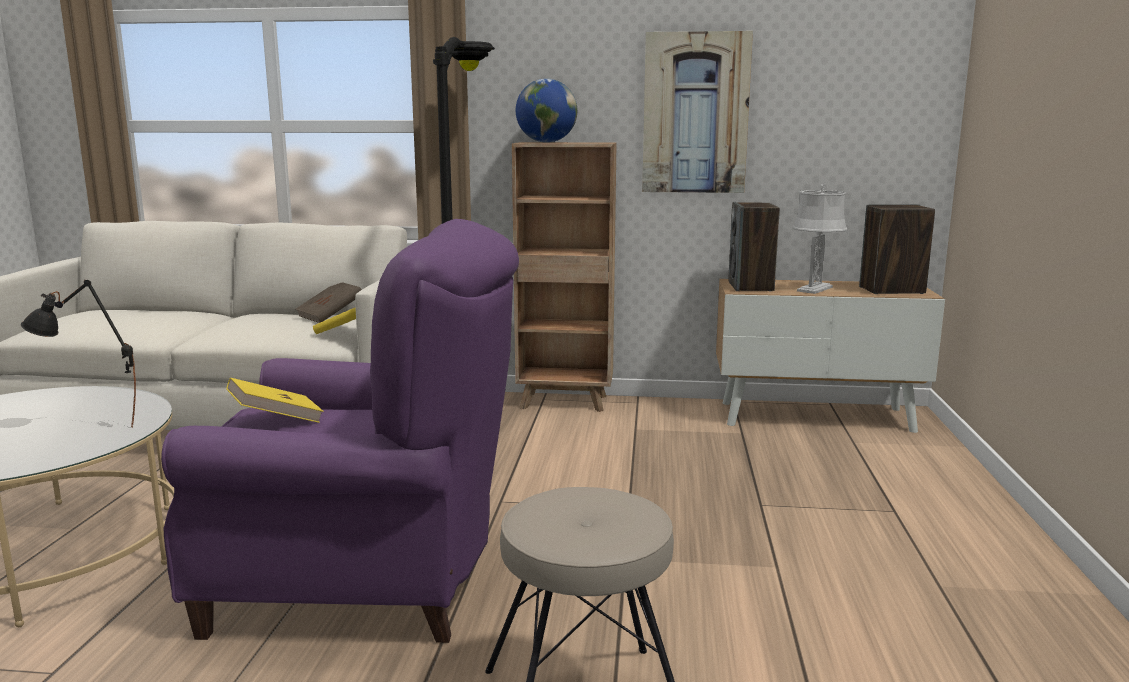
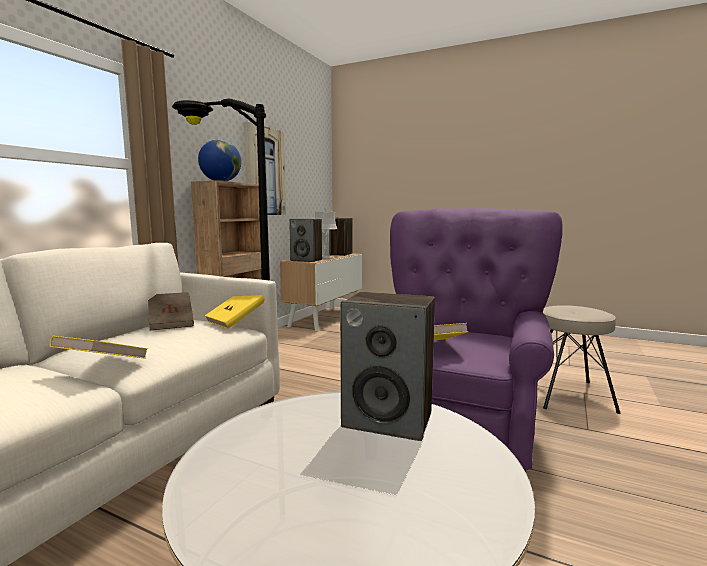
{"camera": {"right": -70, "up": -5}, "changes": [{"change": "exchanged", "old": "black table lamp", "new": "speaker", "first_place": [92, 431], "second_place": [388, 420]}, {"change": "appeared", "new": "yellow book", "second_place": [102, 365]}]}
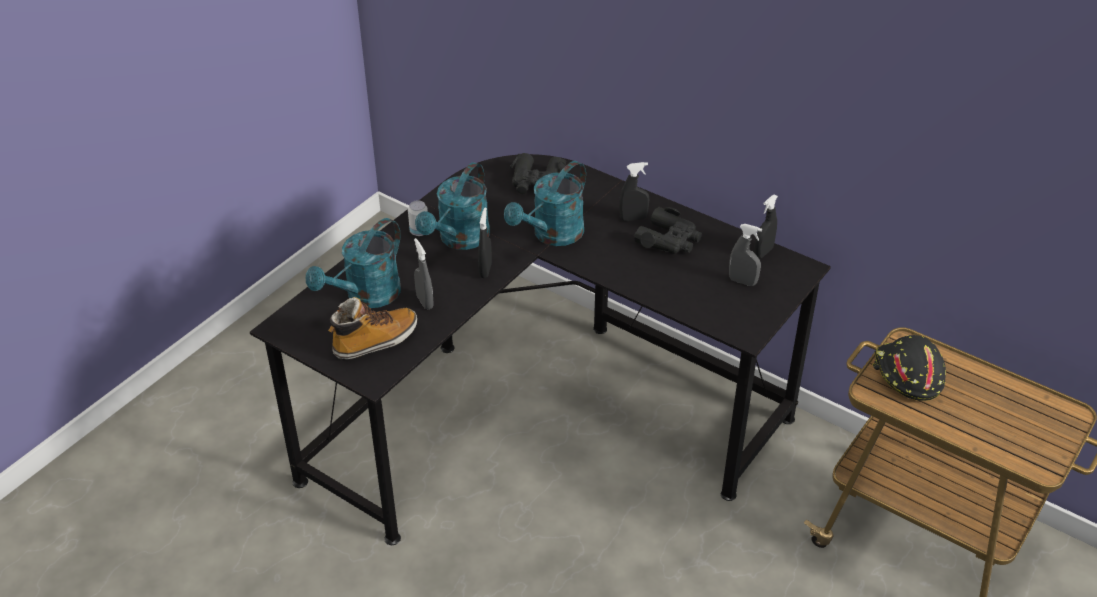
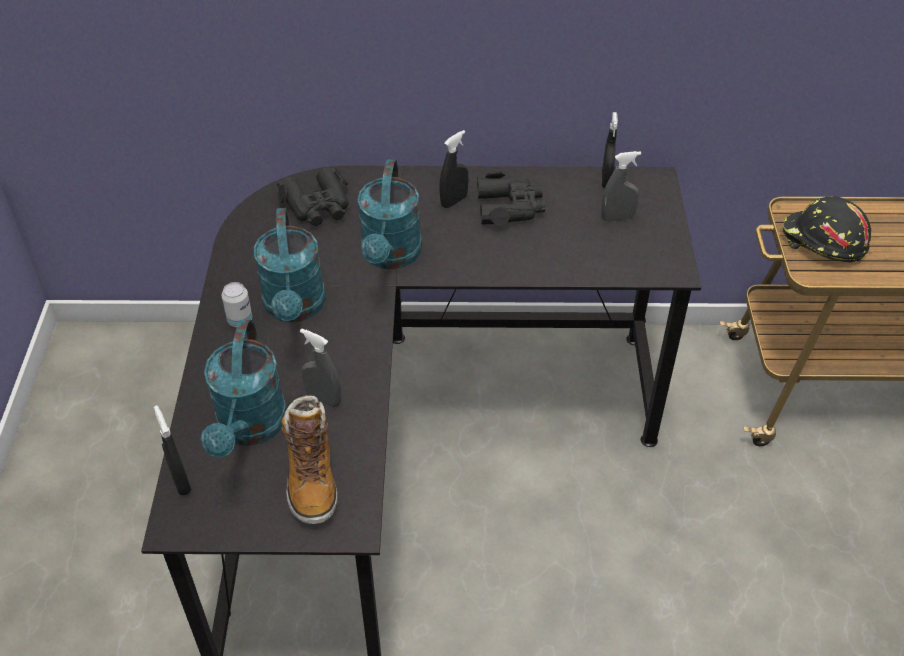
{"camera": {"right": -35, "up": 5}, "changes": [{"change": "relocated", "old": "black spray bottle", "first_place": [485, 270], "second_place": [180, 481]}, {"change": "spun", "old": "boot", "first_place": [375, 341], "second_place": [311, 477], "degrees": 150}]}
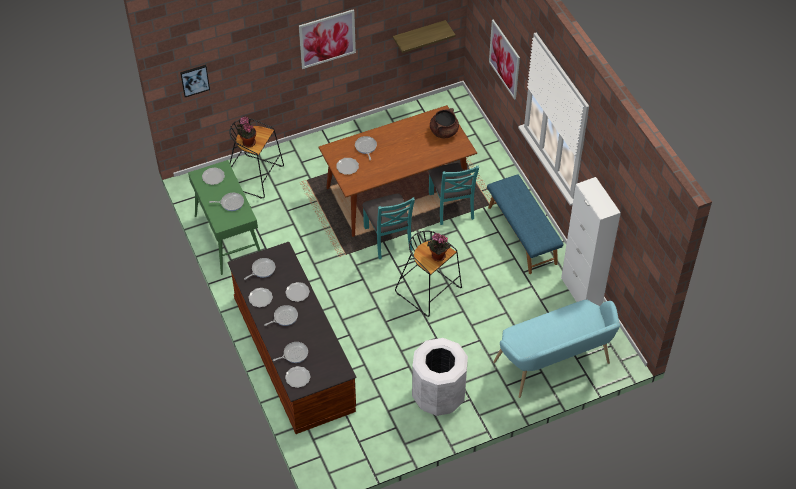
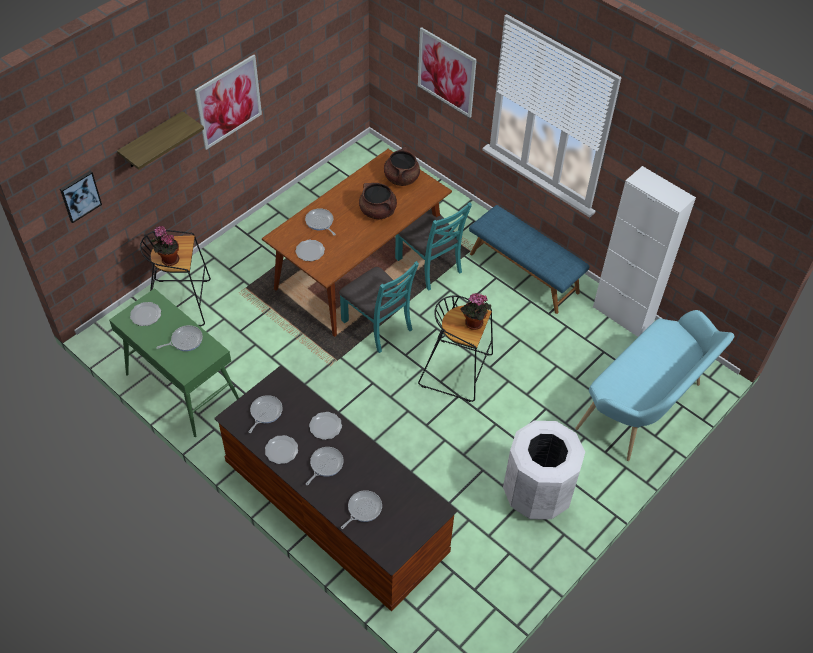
{"camera": {"right": -25, "up": 0}, "changes": [{"change": "relocated", "old": "shelf", "first_place": [419, 35], "second_place": [152, 141]}, {"change": "missing", "old": "plate", "first_place": [298, 378]}, {"change": "appeared", "new": "brown cooking pot", "second_place": [378, 211]}]}
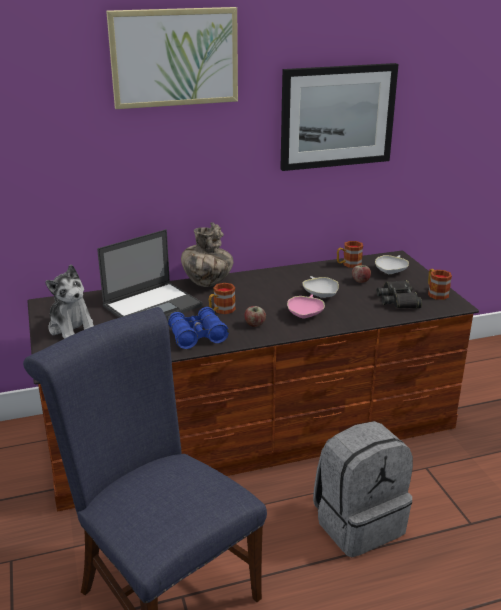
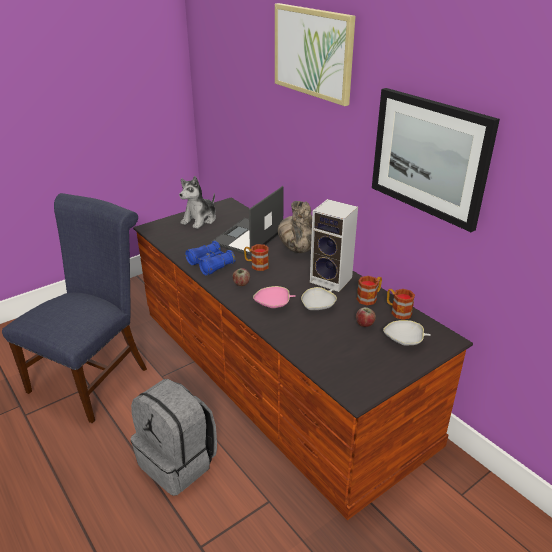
{"camera": {"right": 70, "up": 5}, "changes": [{"change": "spun", "old": "laptop", "first_place": [153, 305], "second_place": [247, 238], "degrees": 90}, {"change": "relocated", "old": "mug", "first_place": [435, 293], "second_place": [369, 298]}, {"change": "missing", "old": "black binoculars", "first_place": [398, 299]}, {"change": "appeared", "new": "speaker", "second_place": [332, 280]}]}
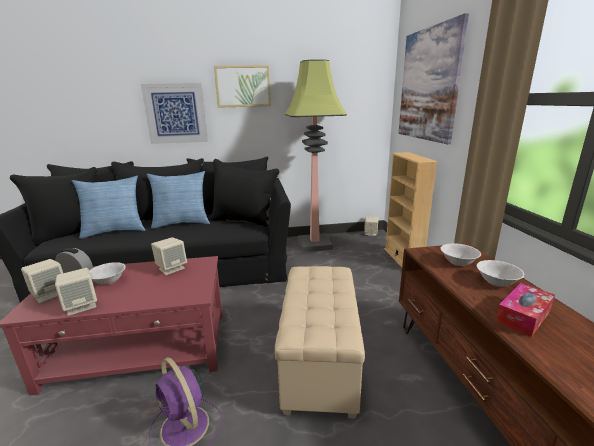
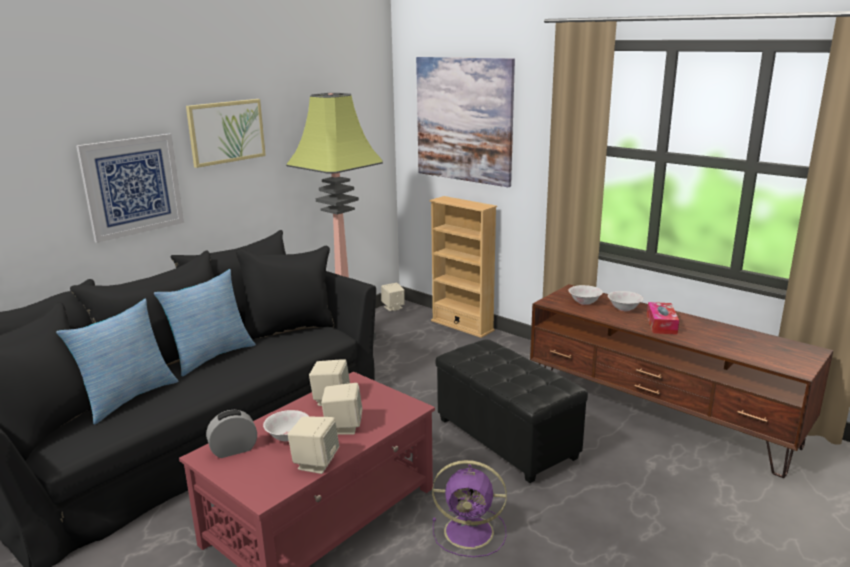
{"camera": {"right": -40, "up": 0}, "changes": [{"change": "relocated", "old": "beige speaker", "first_place": [50, 294], "second_place": [343, 426]}, {"change": "colour", "old": "beige ottoman", "new": "black ottoman", "first_place": [318, 361], "second_place": [505, 439]}]}
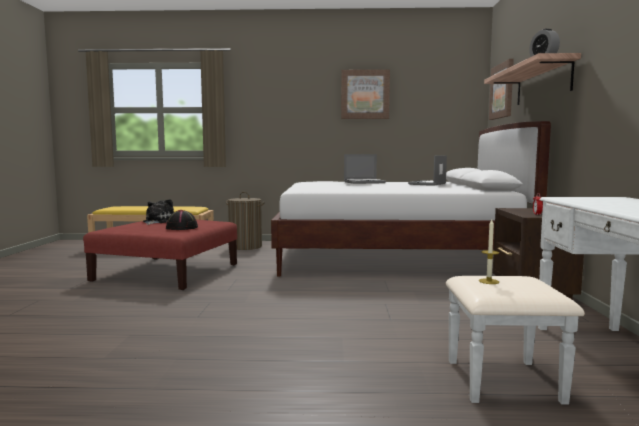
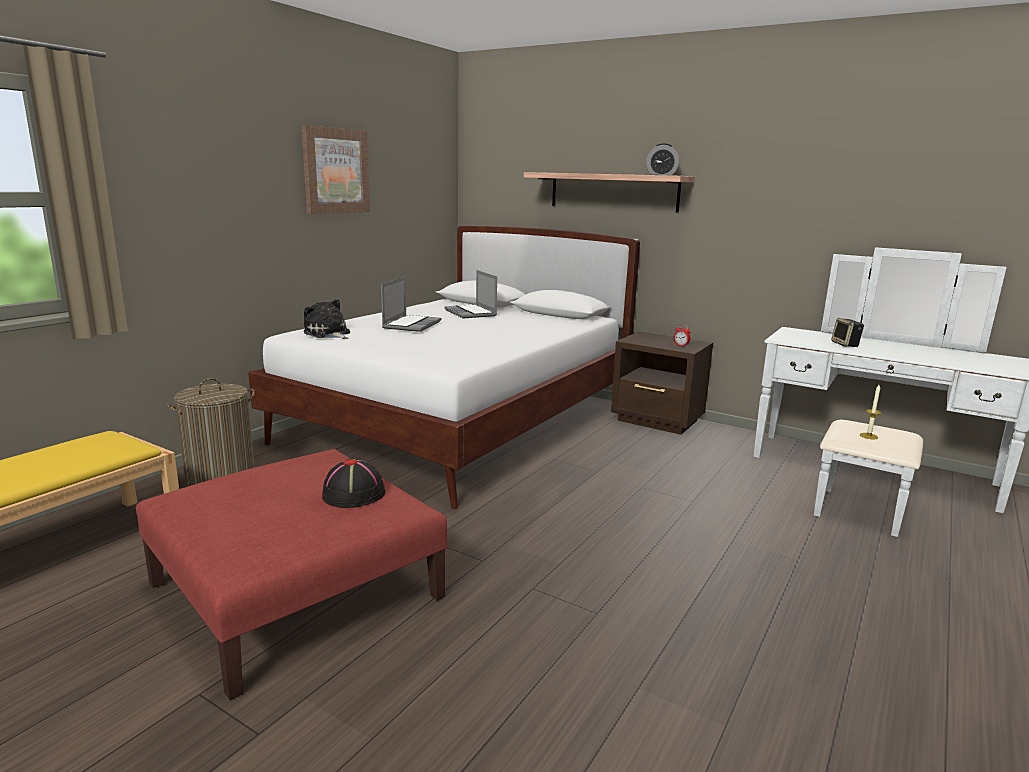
{"camera": {"right": -60, "up": 10}, "changes": [{"change": "missing", "old": "picture", "first_place": [502, 91]}, {"change": "relocated", "old": "plush toy", "first_place": [157, 221], "second_place": [328, 334]}, {"change": "appeared", "new": "speaker", "second_place": [845, 344]}]}
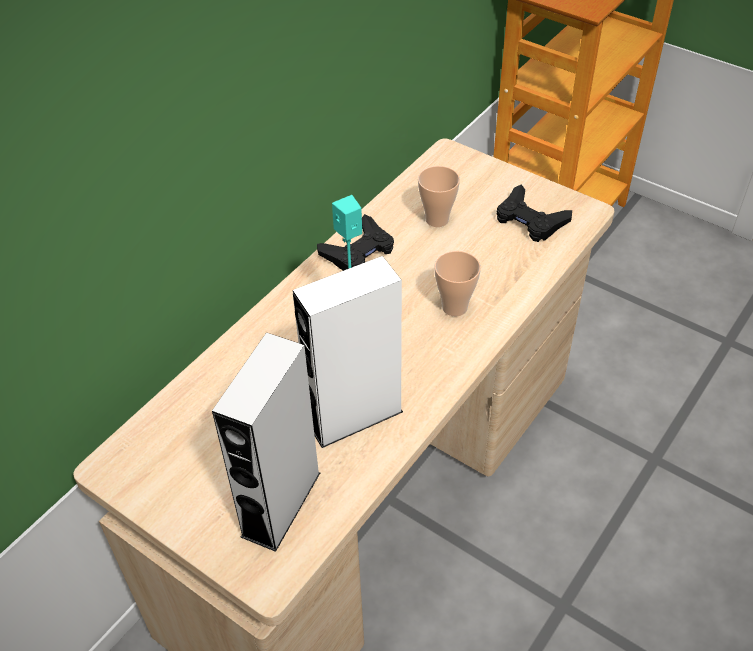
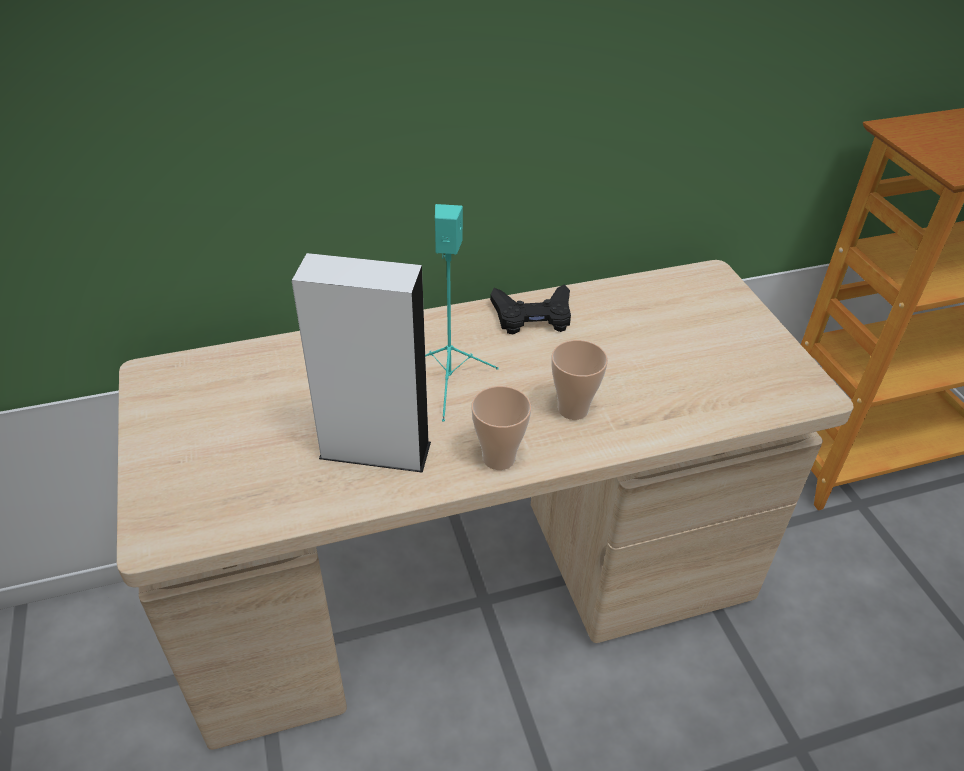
{"camera": {"right": 35, "up": -5}, "changes": [{"change": "relocated", "old": "cup", "first_place": [437, 219], "second_place": [499, 458]}, {"change": "missing", "old": "black game controller", "first_place": [530, 220]}, {"change": "missing", "old": "grey speaker", "first_place": [281, 504]}]}
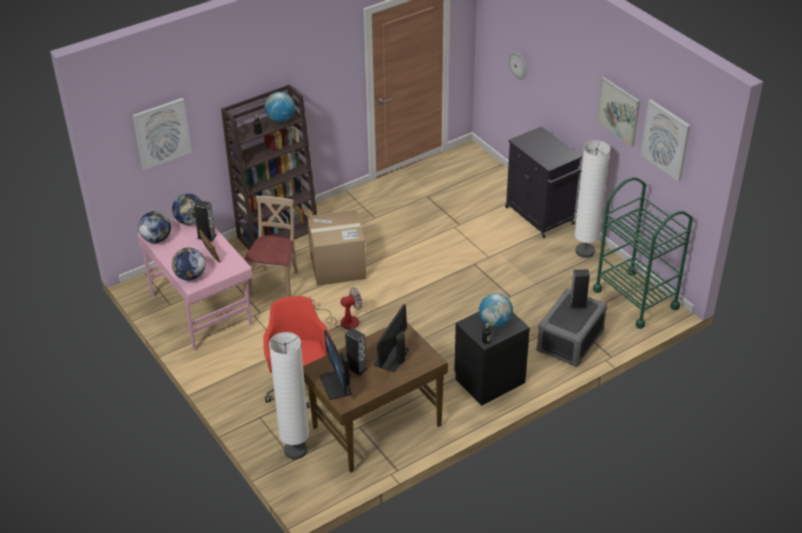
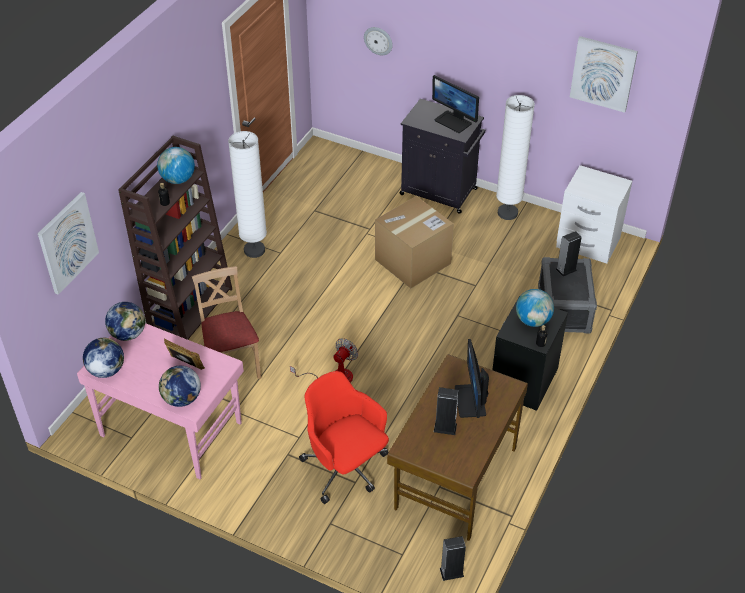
{"camera": {"right": -30, "up": 5}, "changes": [{"change": "missing", "old": "picture", "first_place": [618, 111]}, {"change": "exchanged", "old": "green cart", "new": "white nightstand", "first_place": [635, 299], "second_place": [587, 243]}, {"change": "relocated", "old": "speaker", "first_place": [206, 236], "second_place": [451, 572]}, {"change": "relocated", "old": "cardboard box", "first_place": [337, 266], "second_place": [412, 261]}, {"change": "relocated", "old": "monitor", "first_place": [336, 384], "second_place": [453, 121]}, {"change": "relocated", "old": "white floor lamp", "first_place": [295, 450], "second_place": [254, 250]}]}
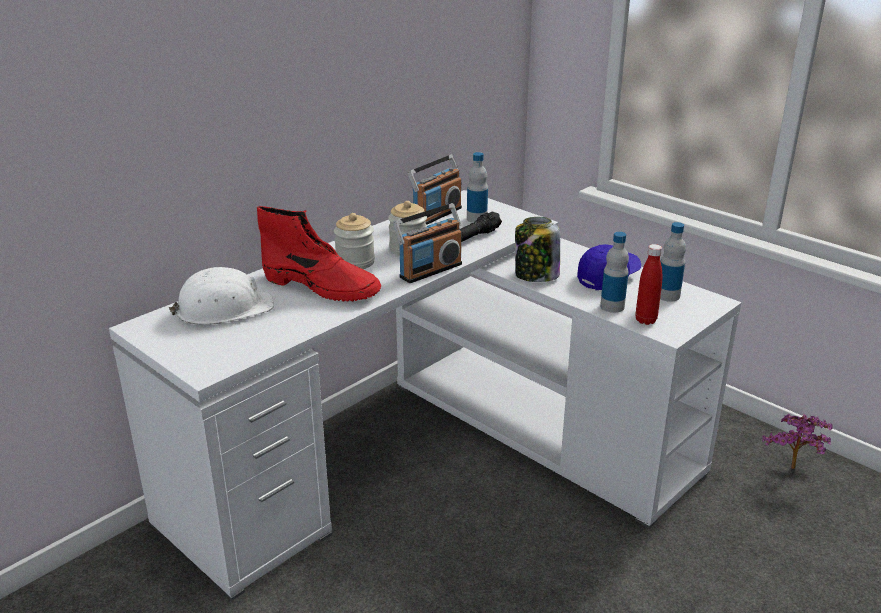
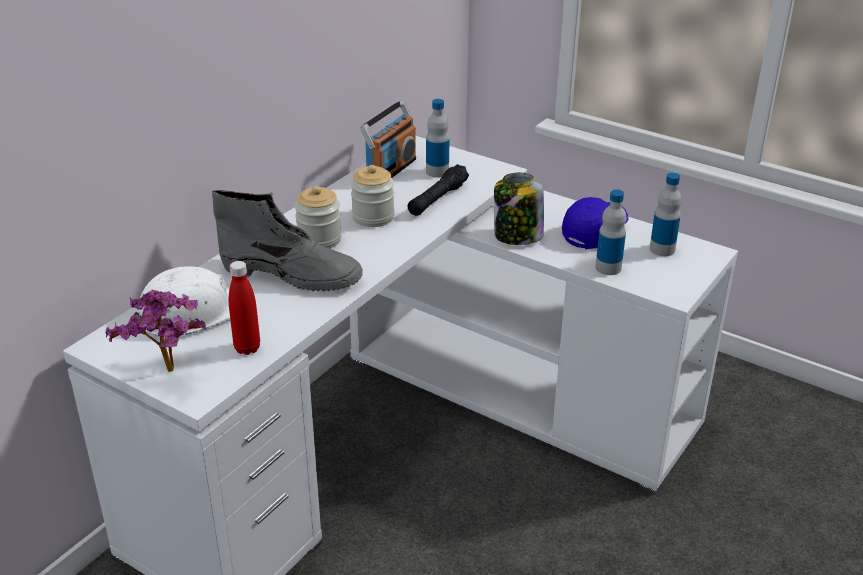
{"camera": {"right": -10, "up": 5}, "changes": [{"change": "missing", "old": "radio", "first_place": [430, 270]}, {"change": "colour", "old": "red boot", "new": "grey boot", "first_place": [322, 287], "second_place": [292, 274]}, {"change": "relocated", "old": "red bottle", "first_place": [645, 320], "second_place": [247, 348]}, {"change": "relocated", "old": "potted plant", "first_place": [793, 471], "second_place": [169, 374]}]}
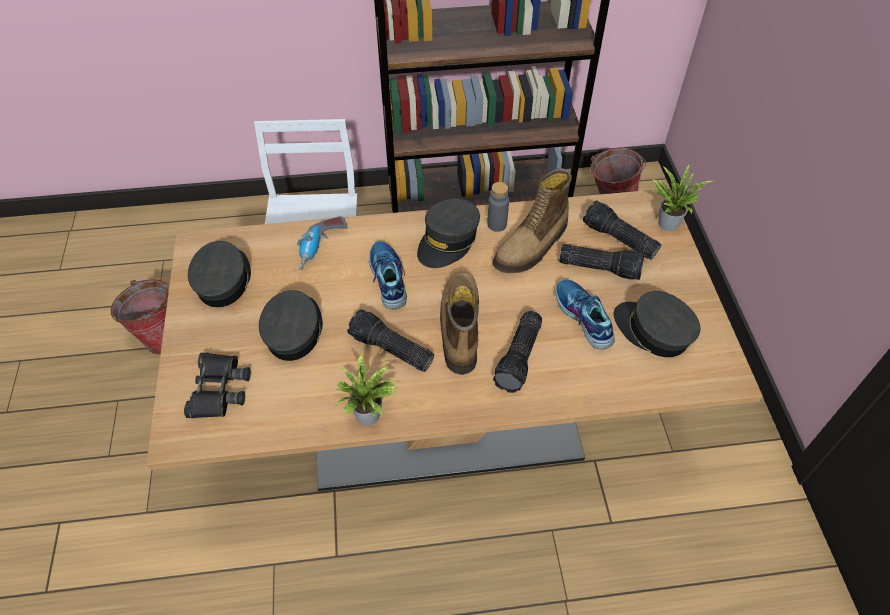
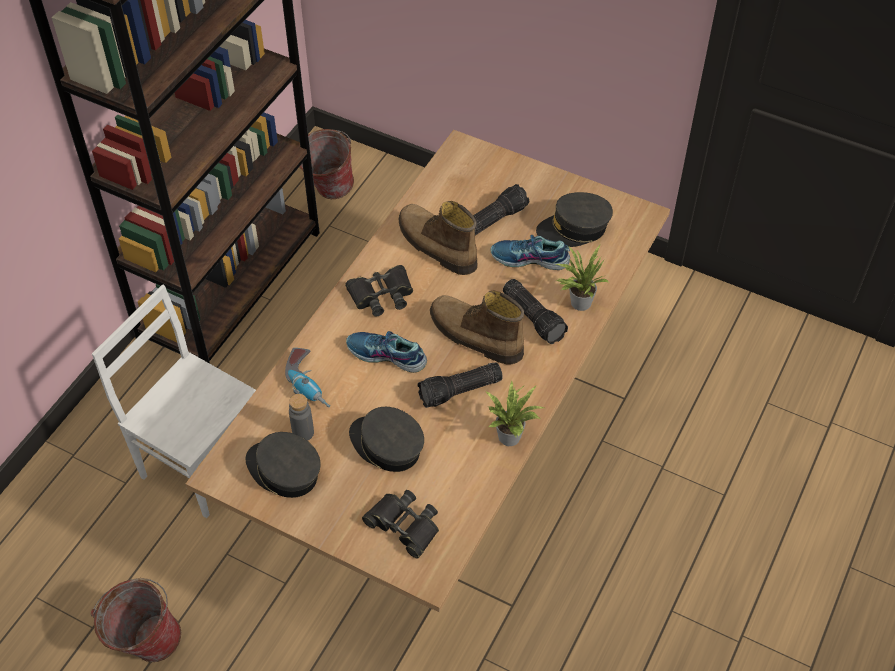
{"camera": {"right": -55, "up": 0}, "changes": [{"change": "relocated", "old": "potted plant", "first_place": [667, 221], "second_place": [578, 302]}, {"change": "spun", "old": "boot", "first_place": [532, 246], "second_place": [436, 246], "degrees": 150}, {"change": "relocated", "old": "grey bottle", "first_place": [497, 224], "second_place": [303, 432]}, {"change": "exchanged", "old": "grey cap", "new": "black binoculars", "first_place": [448, 241], "second_place": [381, 295]}, {"change": "missing", "old": "flashlight", "first_place": [618, 239]}]}
